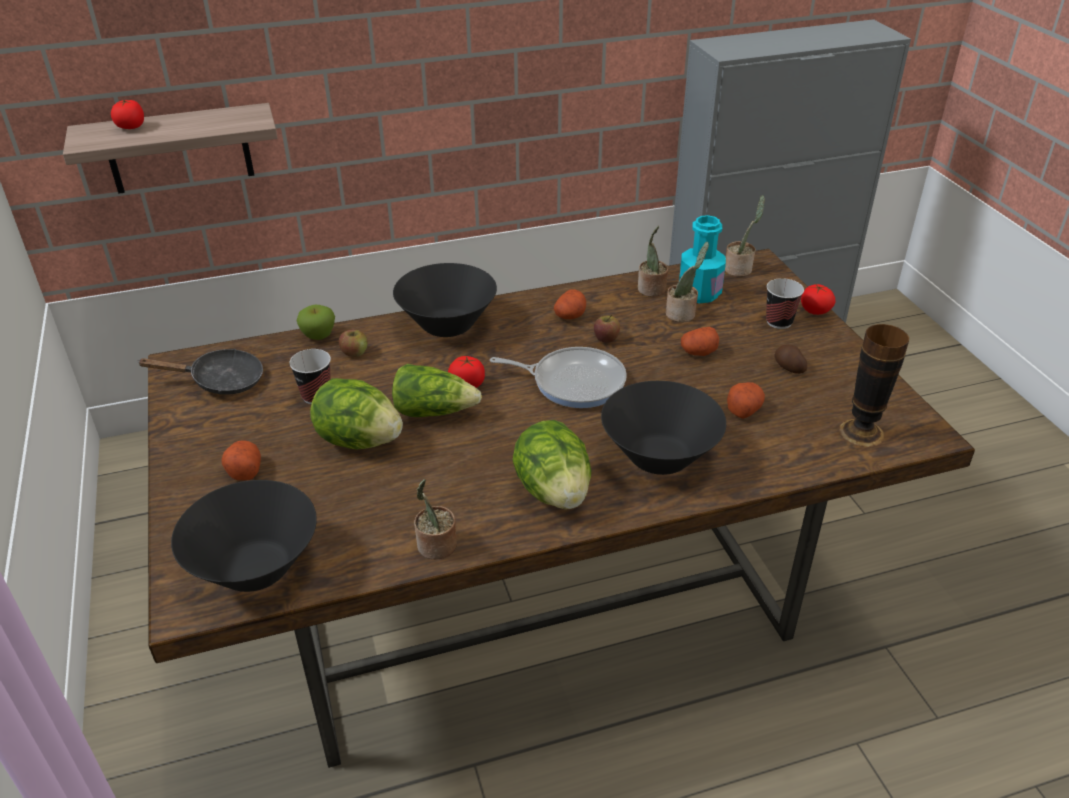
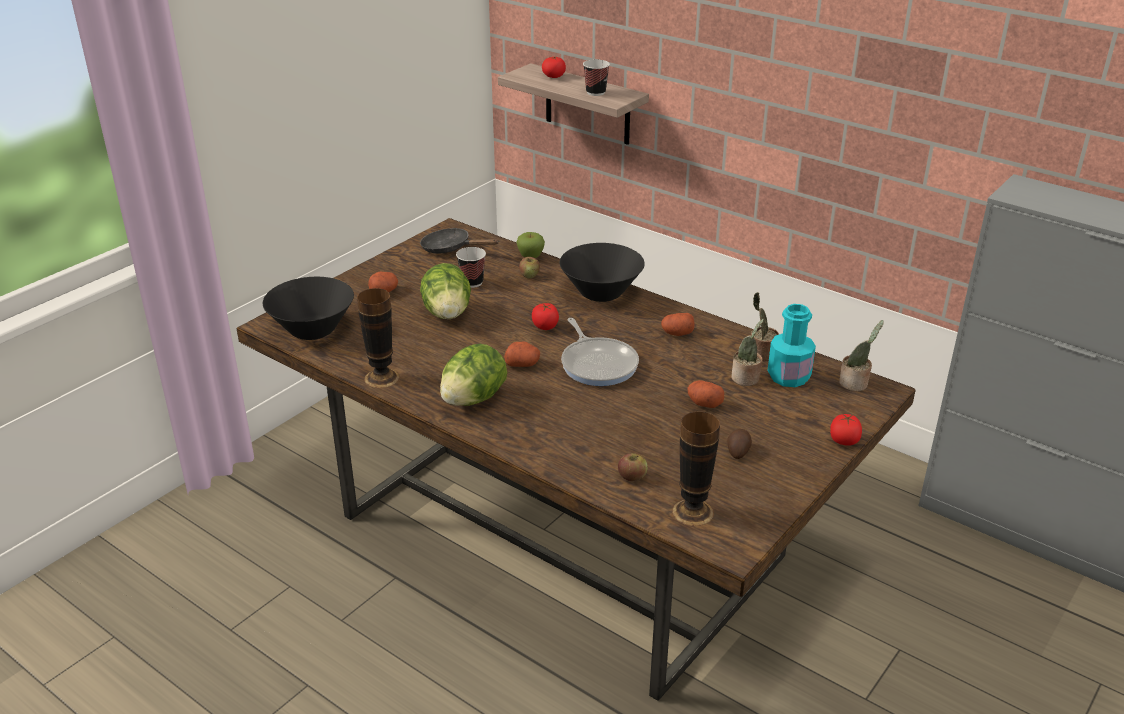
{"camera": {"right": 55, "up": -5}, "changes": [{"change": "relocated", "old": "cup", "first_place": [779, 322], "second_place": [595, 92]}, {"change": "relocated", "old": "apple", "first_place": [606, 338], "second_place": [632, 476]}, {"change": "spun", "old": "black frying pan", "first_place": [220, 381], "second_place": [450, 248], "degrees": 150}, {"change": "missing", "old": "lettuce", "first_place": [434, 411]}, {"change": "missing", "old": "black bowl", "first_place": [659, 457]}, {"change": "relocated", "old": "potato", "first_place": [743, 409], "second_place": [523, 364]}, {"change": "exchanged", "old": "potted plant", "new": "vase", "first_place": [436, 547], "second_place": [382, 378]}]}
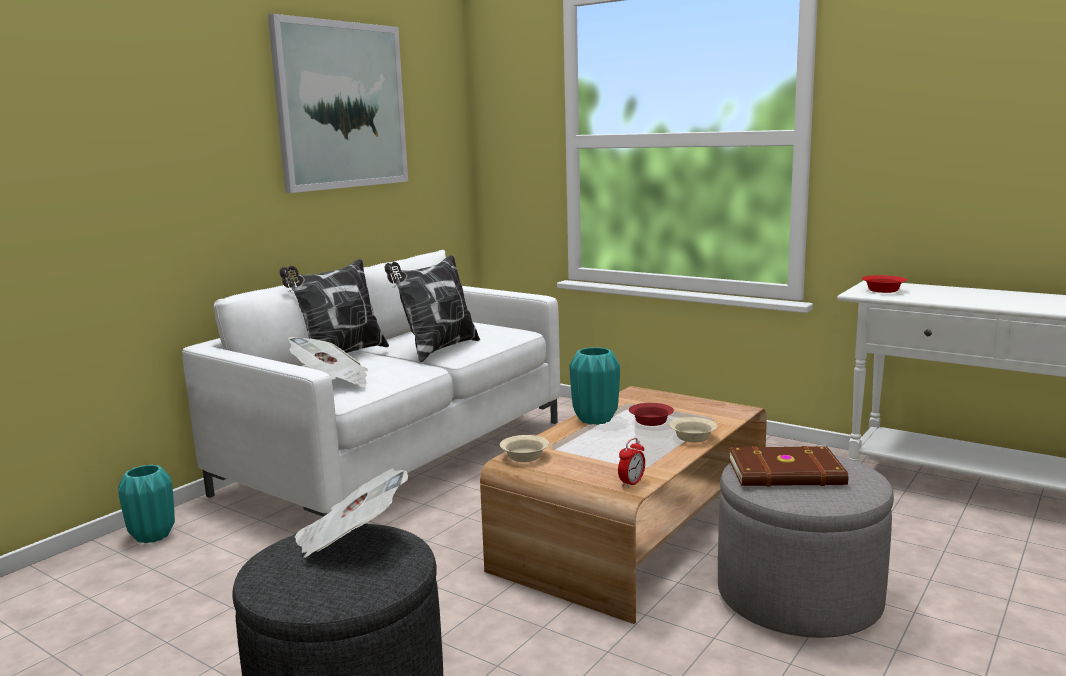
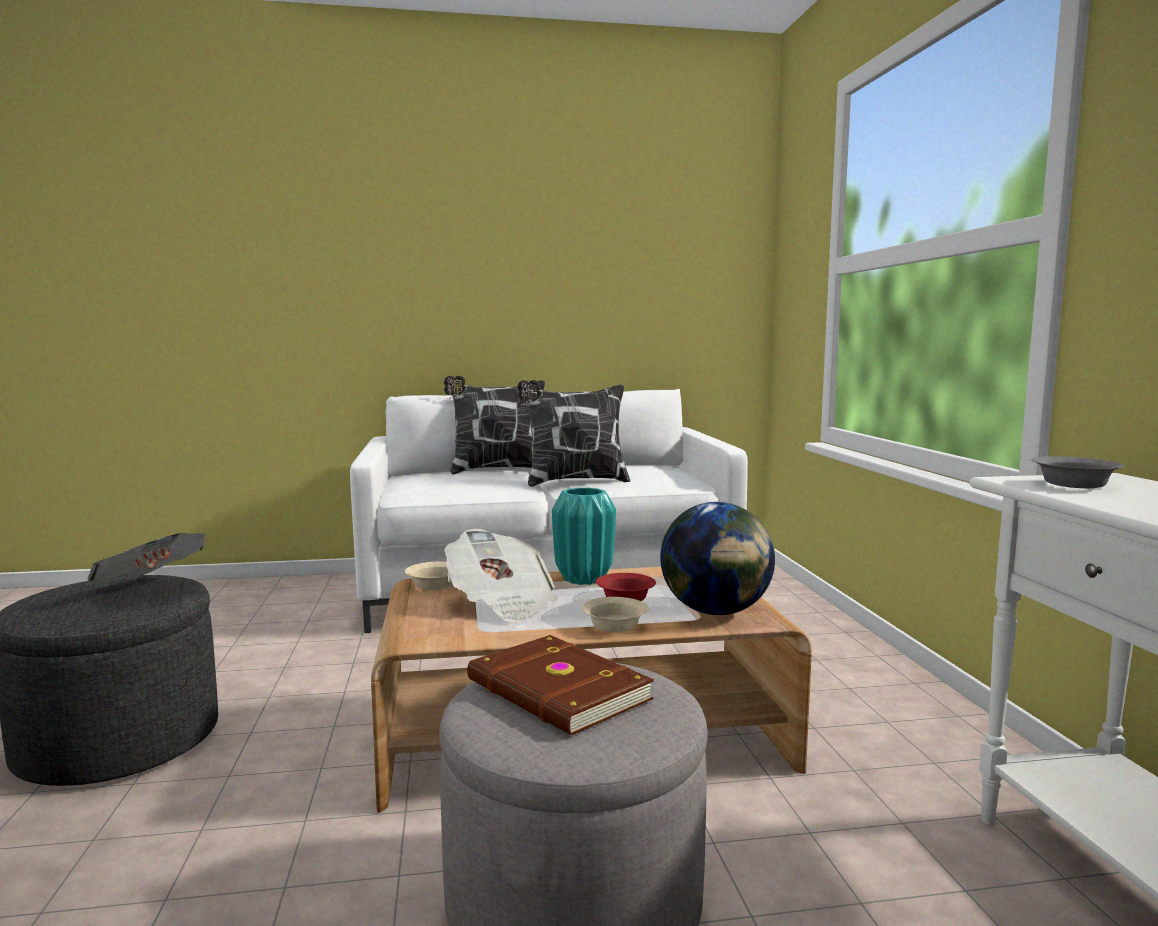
{"camera": {"right": 45, "up": -5}, "changes": [{"change": "missing", "old": "picture", "first_place": [341, 106]}, {"change": "colour", "old": "red bowl", "new": "grey bowl", "first_place": [882, 290], "second_place": [1072, 484]}, {"change": "relocated", "old": "newspaper", "first_place": [332, 381], "second_place": [501, 604]}, {"change": "missing", "old": "alarm clock", "first_place": [631, 483]}, {"change": "missing", "old": "turquoise vase", "first_place": [153, 536]}, {"change": "appeared", "new": "globe", "second_place": [716, 612]}]}
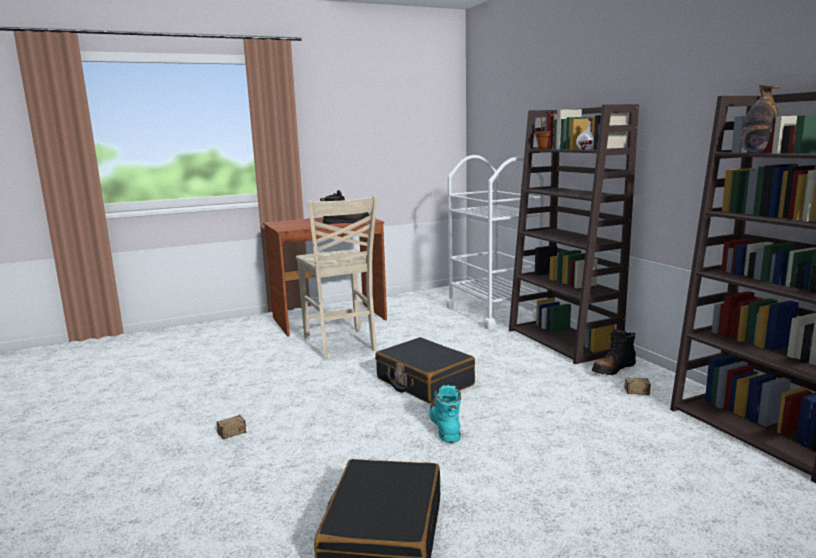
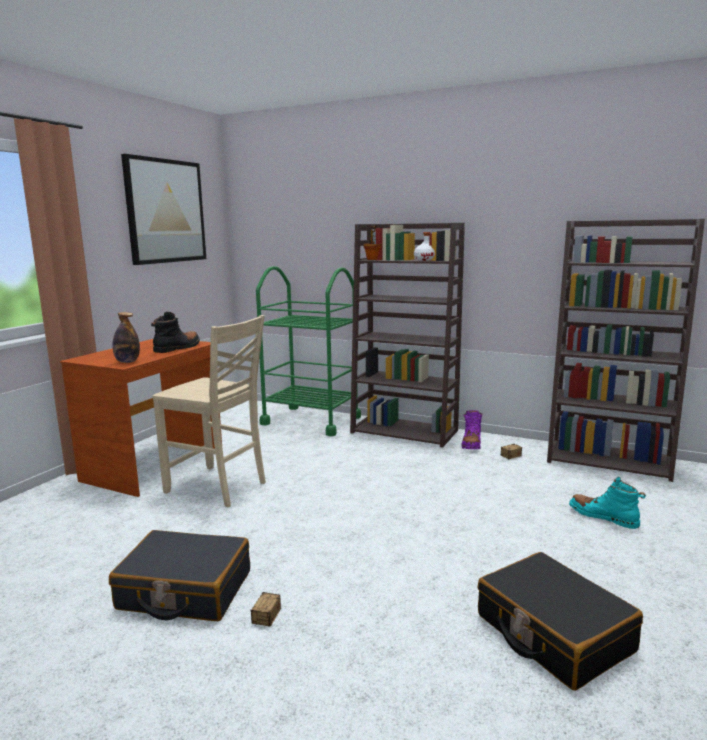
{"camera": {"right": -40, "up": 0}, "changes": [{"change": "relocated", "old": "bottle", "first_place": [756, 152], "second_place": [127, 362]}, {"change": "colour", "old": "white cart", "new": "green cart", "first_place": [493, 313], "second_place": [311, 420]}, {"change": "colour", "old": "black boot", "new": "purple boot", "first_place": [613, 369], "second_place": [471, 444]}, {"change": "relocated", "old": "black suitcase", "first_place": [424, 382], "second_place": [185, 590]}, {"change": "relocated", "old": "turquoise boot", "first_place": [445, 426], "second_place": [603, 517]}, {"change": "appeared", "new": "picture", "second_place": [165, 211]}]}
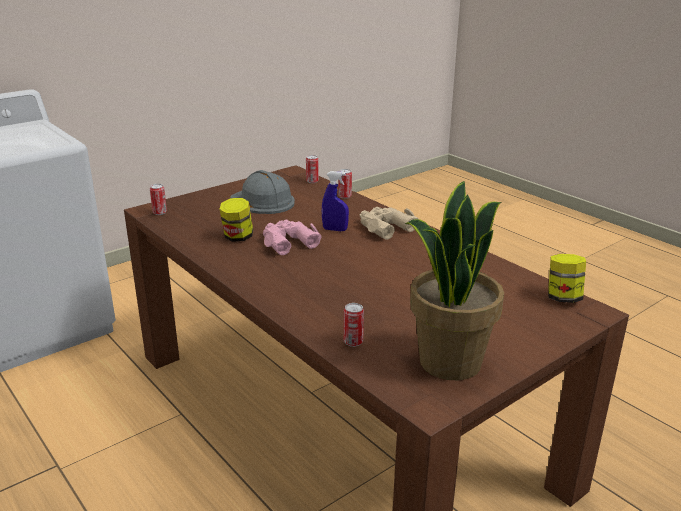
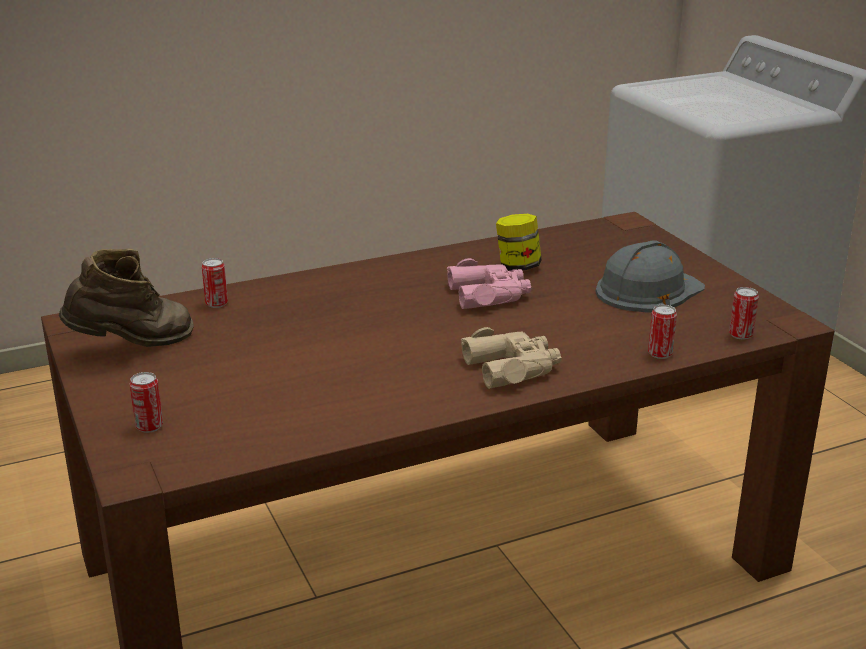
{"camera": {"right": 105, "up": 0}, "changes": [{"change": "missing", "old": "blue spray bottle", "first_place": [335, 229]}, {"change": "exchanged", "old": "potted plant", "new": "brown boot", "first_place": [449, 361], "second_place": [133, 346]}, {"change": "relocated", "old": "can", "first_place": [159, 212], "second_place": [149, 426]}, {"change": "missing", "old": "jar", "first_place": [563, 298]}]}
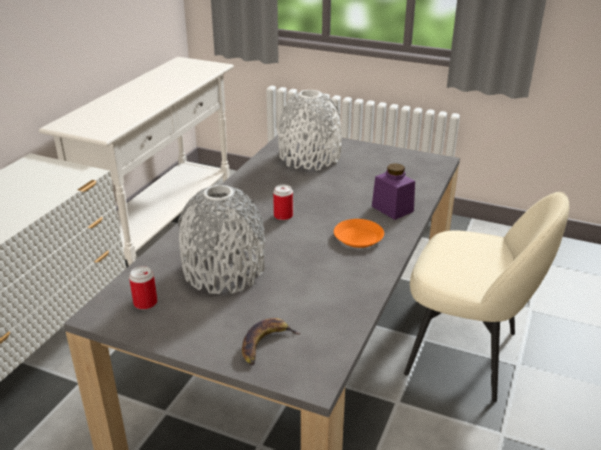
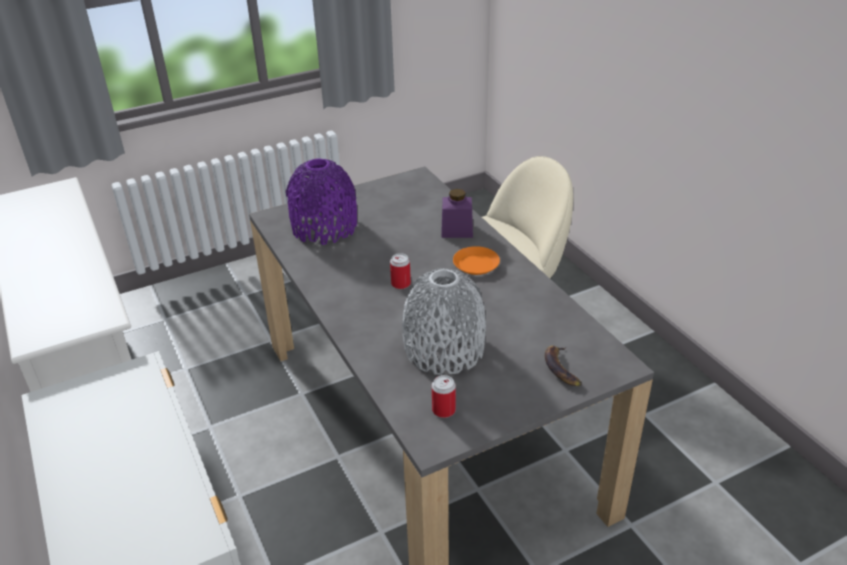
{"camera": {"right": -50, "up": 5}, "changes": [{"change": "colour", "old": "white vase", "new": "purple vase", "first_place": [309, 157], "second_place": [324, 227]}]}
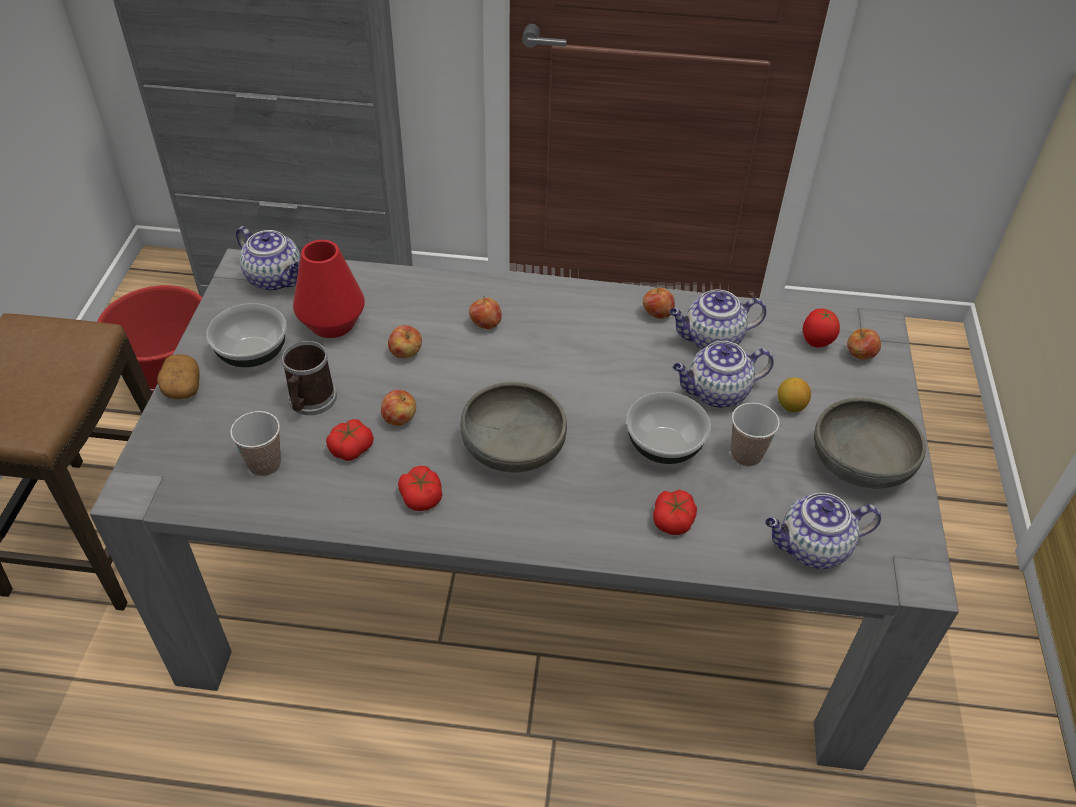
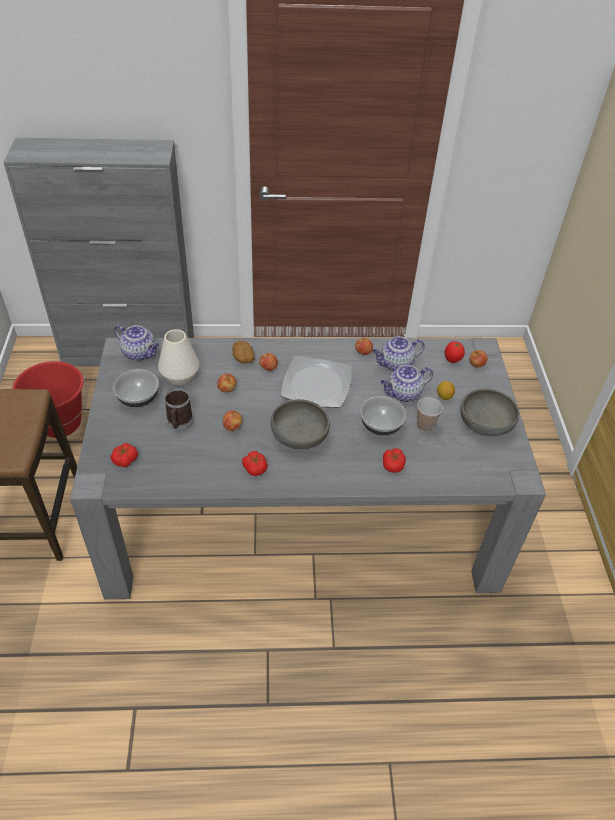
{"camera": {"right": -10, "up": 0}, "changes": [{"change": "colour", "old": "red vase", "new": "white vase", "first_place": [332, 323], "second_place": [180, 376]}, {"change": "relocated", "old": "potato", "first_place": [182, 387], "second_place": [243, 358]}, {"change": "missing", "old": "cup", "first_place": [264, 464]}, {"change": "relocated", "old": "tomato", "first_place": [351, 448], "second_place": [125, 459]}, {"change": "missing", "old": "teapot", "first_place": [812, 548]}, {"change": "appeared", "new": "plate", "second_place": [317, 385]}]}
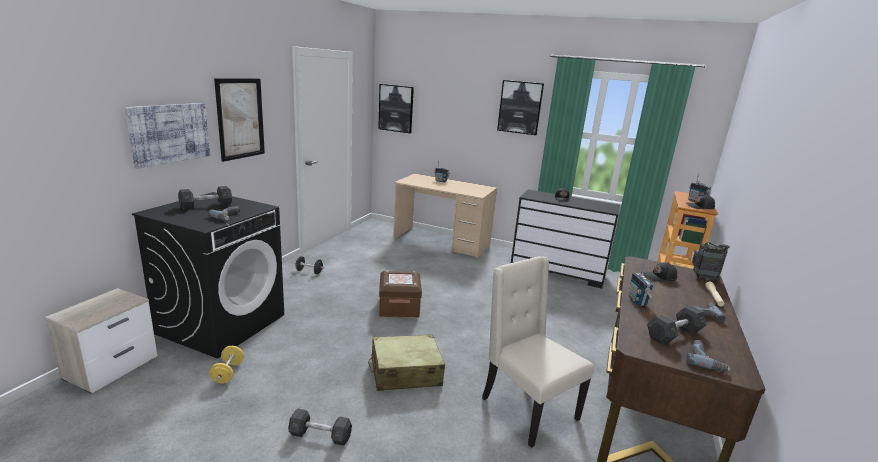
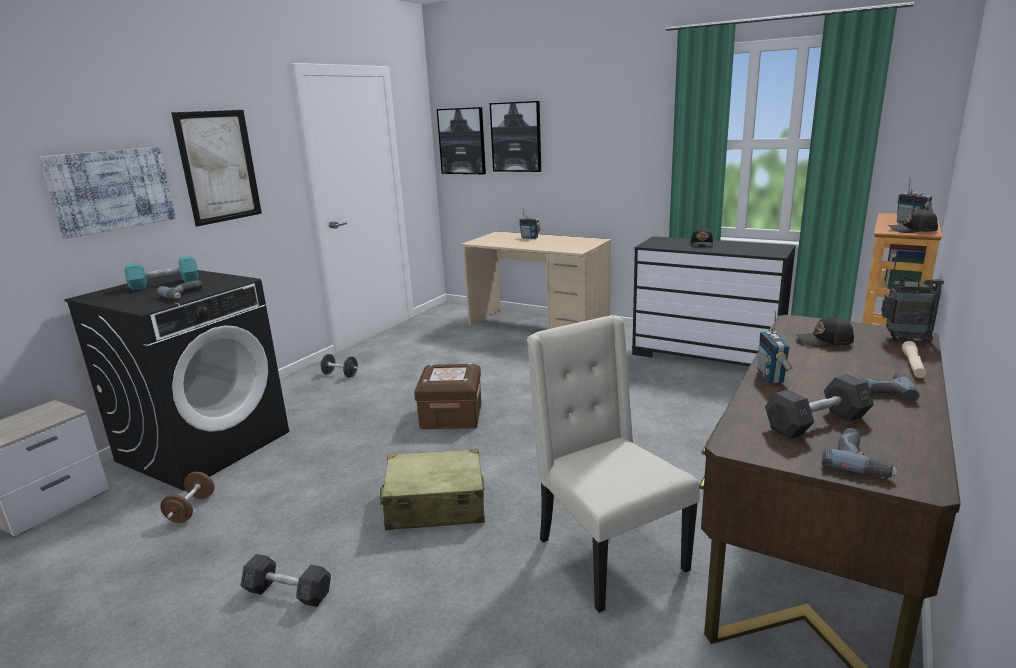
{"camera": {"right": 10, "up": 0}, "changes": [{"change": "relocated", "old": "picture", "first_place": [520, 107], "second_place": [516, 137]}, {"change": "colour", "old": "grey dumbbell", "new": "turquoise dumbbell", "first_place": [206, 205], "second_place": [165, 284]}, {"change": "colour", "old": "yellow dumbbell", "new": "brown dumbbell", "first_place": [228, 373], "second_place": [191, 509]}]}
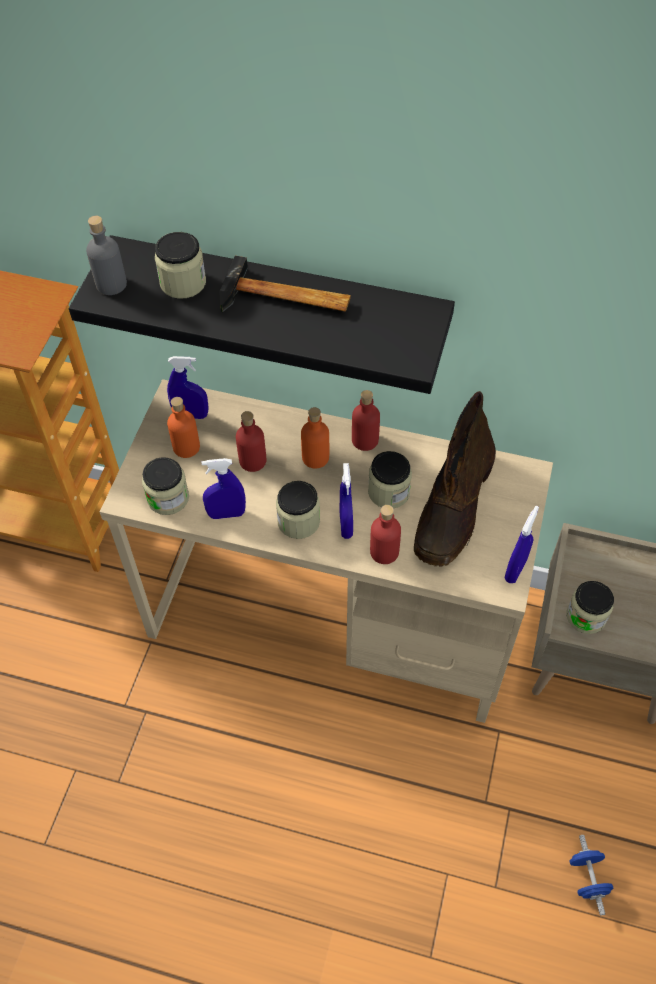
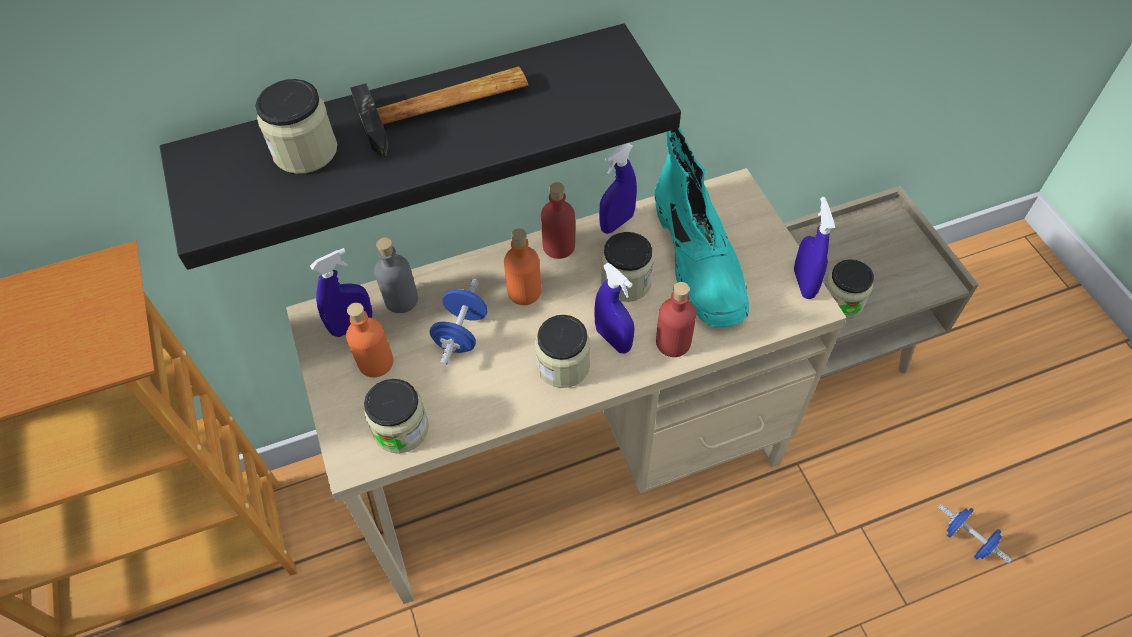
{"camera": {"right": -35, "up": 0}, "changes": [{"change": "relocated", "old": "grey bottle", "first_place": [111, 284], "second_place": [401, 299]}, {"change": "colour", "old": "brown boot", "new": "turquoise boot", "first_place": [453, 508], "second_place": [699, 261]}, {"change": "exchanged", "old": "red bottle", "new": "blue dumbbell", "first_place": [252, 461], "second_place": [461, 333]}, {"change": "relocated", "old": "blue spray bottle", "first_place": [226, 514], "second_place": [616, 223]}]}
